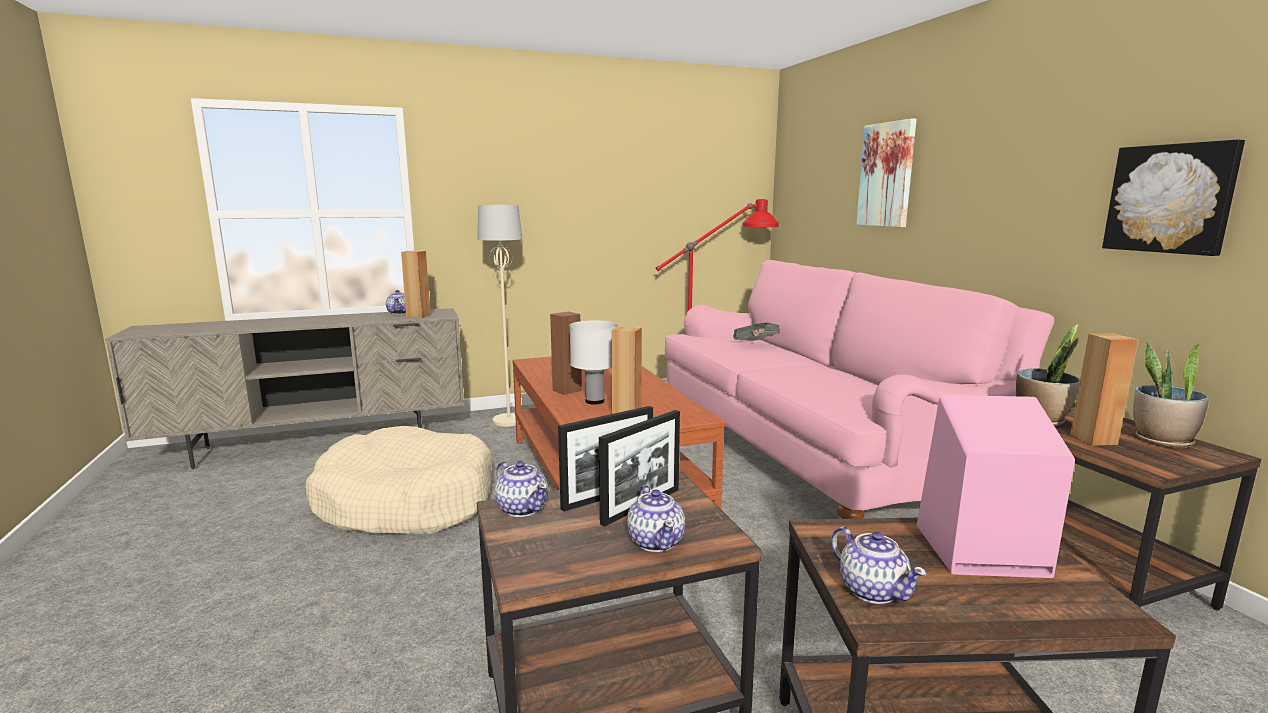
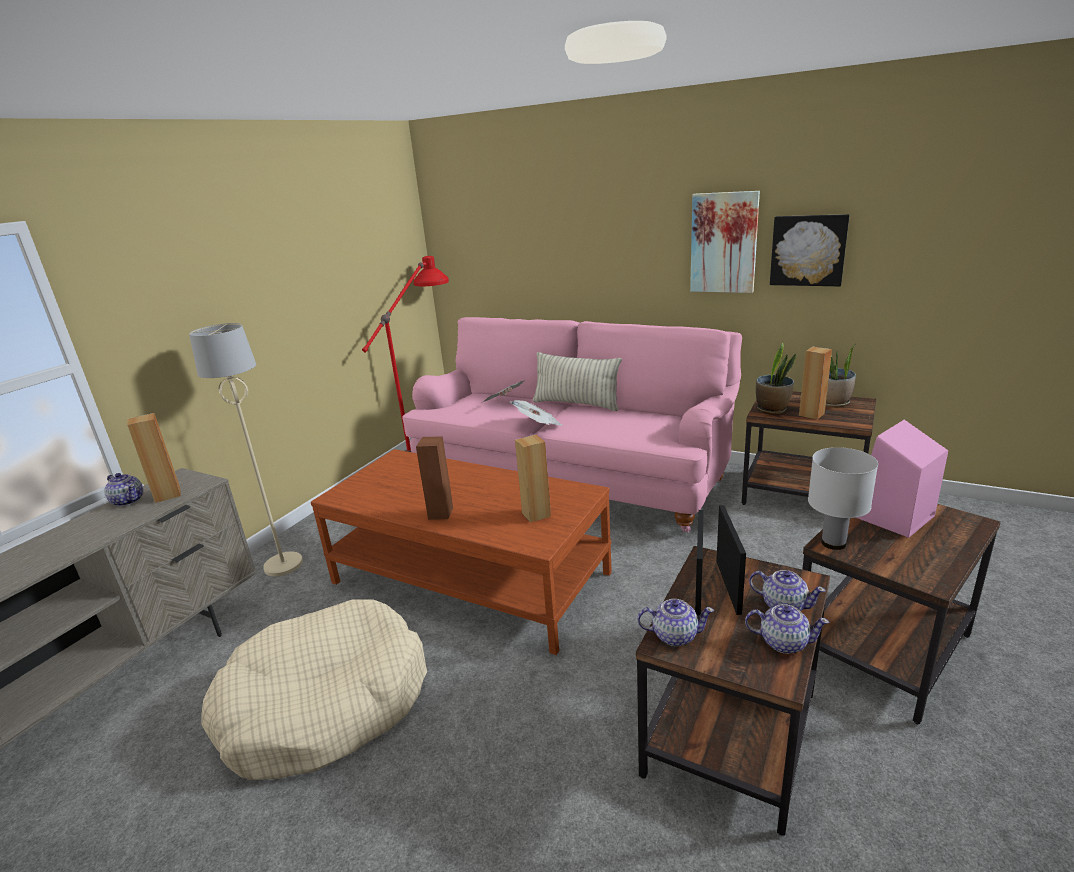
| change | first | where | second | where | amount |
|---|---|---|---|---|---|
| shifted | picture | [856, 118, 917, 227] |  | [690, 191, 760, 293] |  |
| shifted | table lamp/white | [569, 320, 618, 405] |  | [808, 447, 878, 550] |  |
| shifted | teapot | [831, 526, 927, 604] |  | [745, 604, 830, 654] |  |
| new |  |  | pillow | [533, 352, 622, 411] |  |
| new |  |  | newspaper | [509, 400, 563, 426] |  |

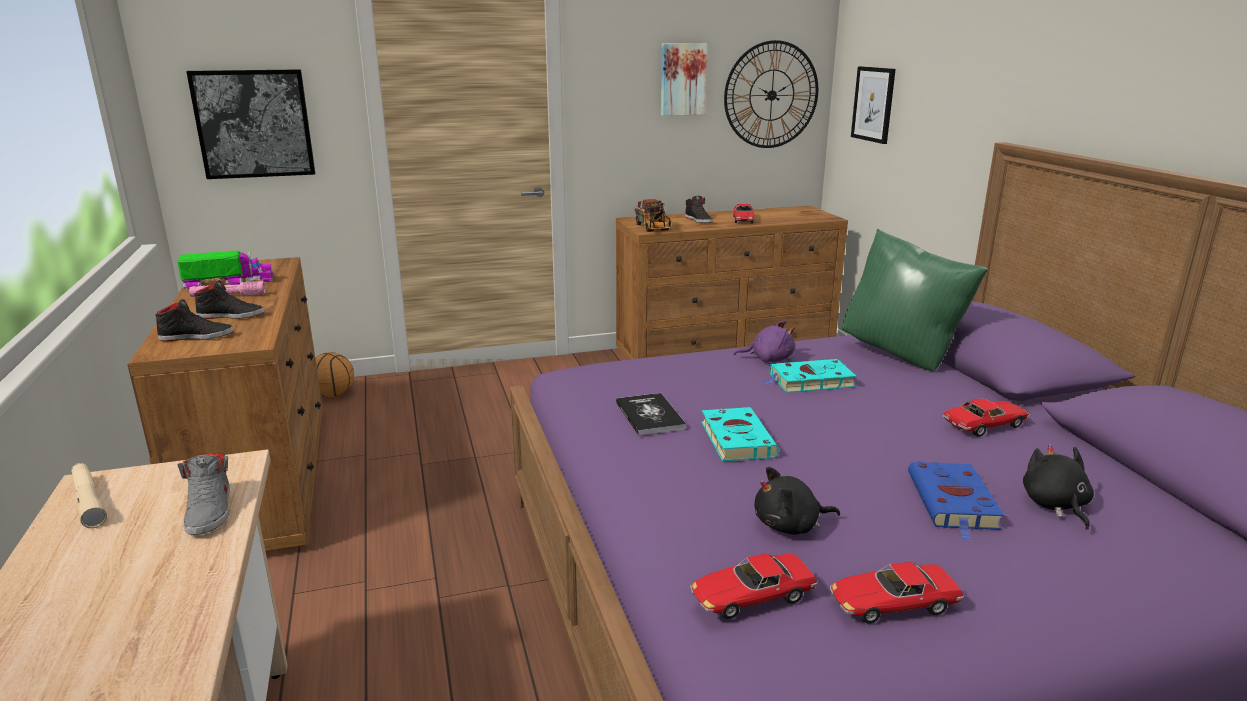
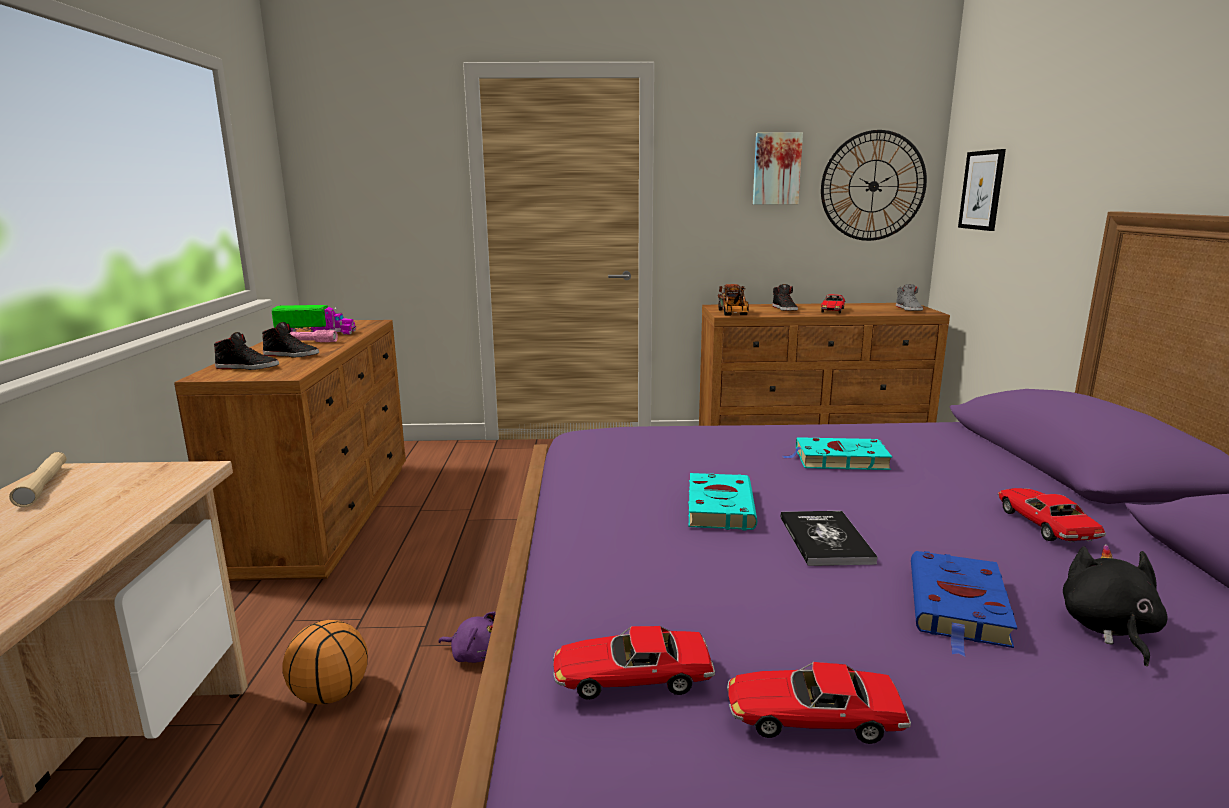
| change | first | where | second | where | amount |
|---|---|---|---|---|---|
| gone | picture | [186, 69, 315, 179] |  |  |  |
| gone | pillow/green | [842, 229, 988, 371] |  |  |  |
| shifted | plush toy/purple | [734, 320, 795, 362] |  | [439, 611, 496, 663] |  |
| shifted | basketball | [315, 352, 354, 397] |  | [282, 620, 368, 705] |  |
| shifted | book | [616, 393, 686, 436] |  | [780, 511, 878, 566] |  |
| rotated | toy car | [943, 398, 1030, 437] |  | [998, 488, 1106, 543] | 90 degrees counterclockwise |
| shifted | shoe/grey | [177, 453, 230, 535] |  | [896, 284, 923, 311] |  |
| gone | plush toy/black | [754, 467, 840, 535] |  |  |  |

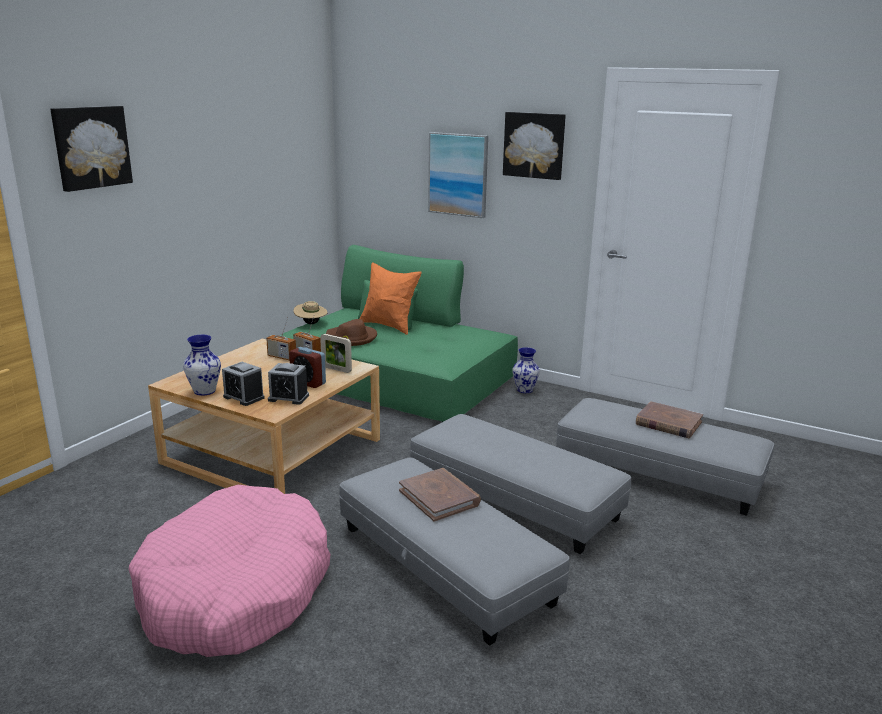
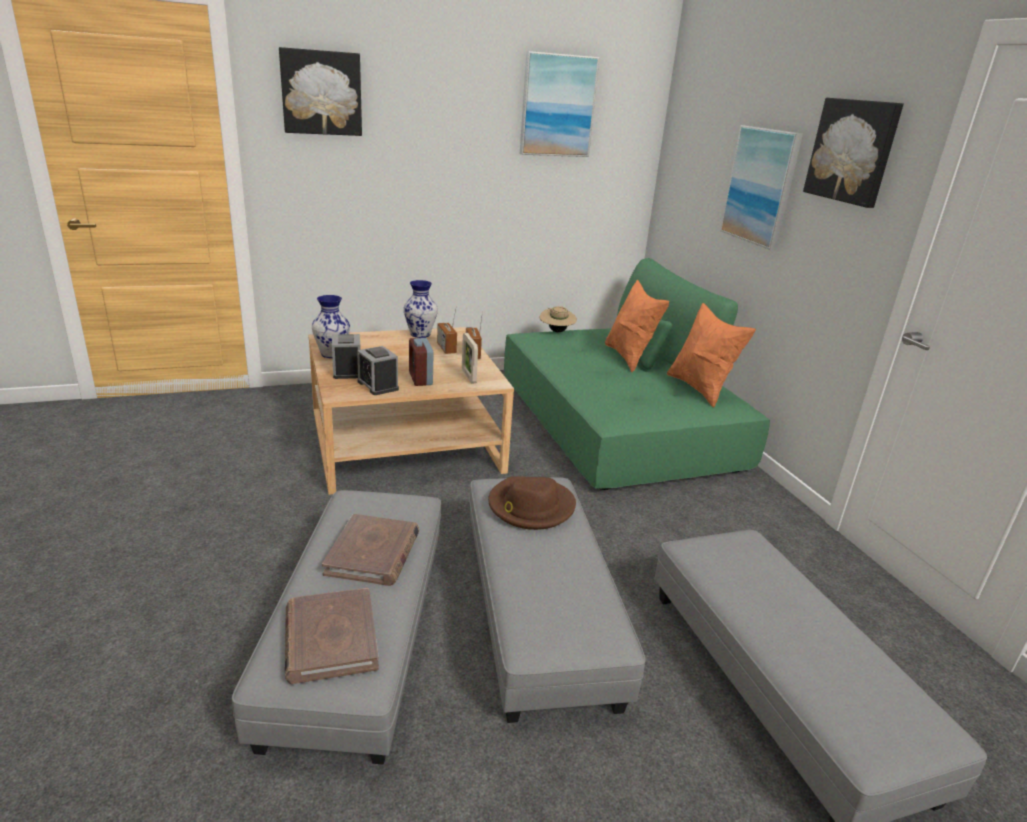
| change | first | where | second | where | amount |
|---|---|---|---|---|---|
| shifted | hat/brown | [326, 319, 377, 346] |  | [488, 476, 576, 530] |  |
| shifted | vase | [512, 347, 540, 393] |  | [404, 280, 438, 338] |  |
| shifted | book/brown | [636, 401, 703, 438] |  | [285, 588, 379, 684] |  |
| gone | dog bed/pink | [129, 485, 330, 657] |  |  |  |
| new |  |  | picture | [520, 51, 600, 157] |  |
| new |  |  | pillow/orange | [667, 303, 756, 408] |  |

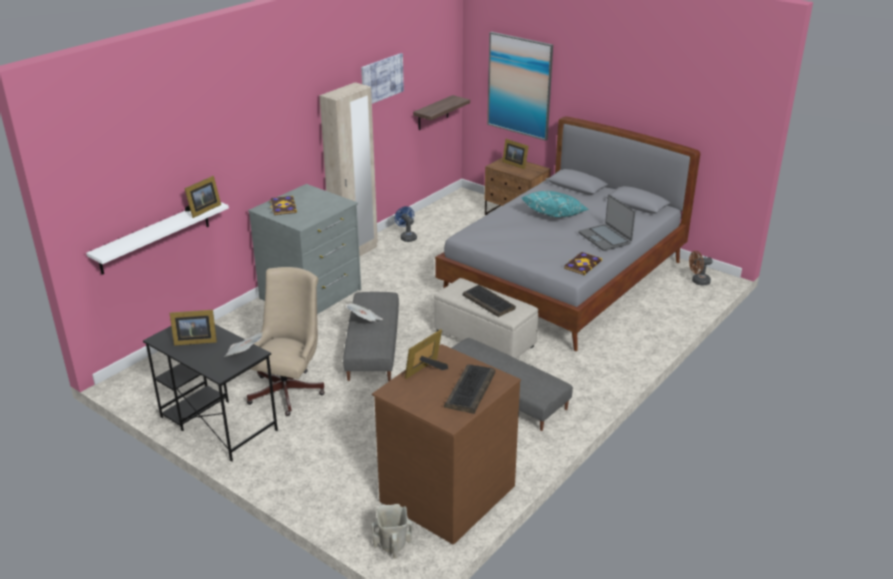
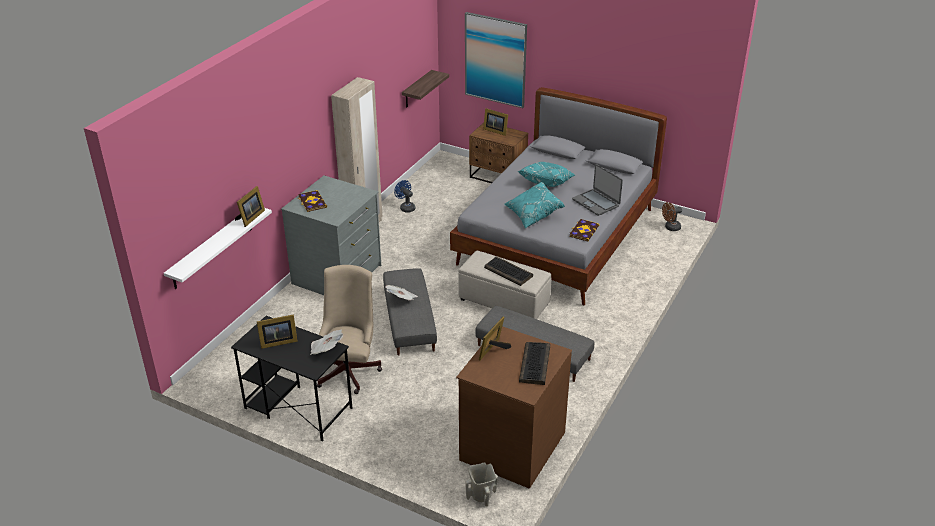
| change | first | where | second | where | amount |
|---|---|---|---|---|---|
| gone | picture | [361, 53, 404, 104] |  |  |  |
| new |  |  | pillow/turquoise | [505, 182, 565, 228] |  |

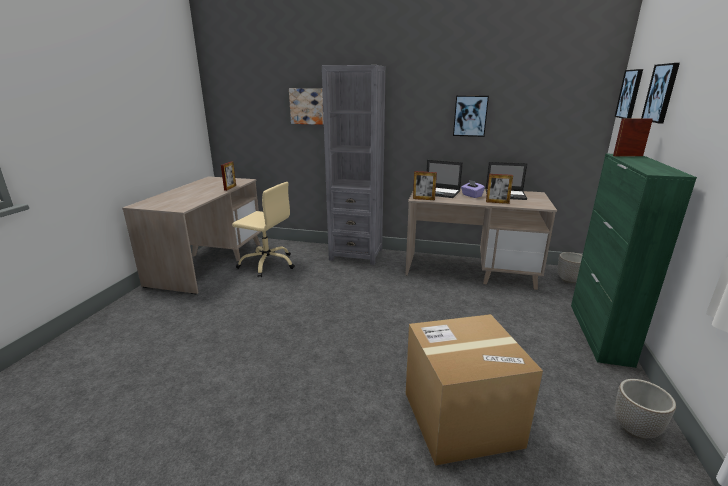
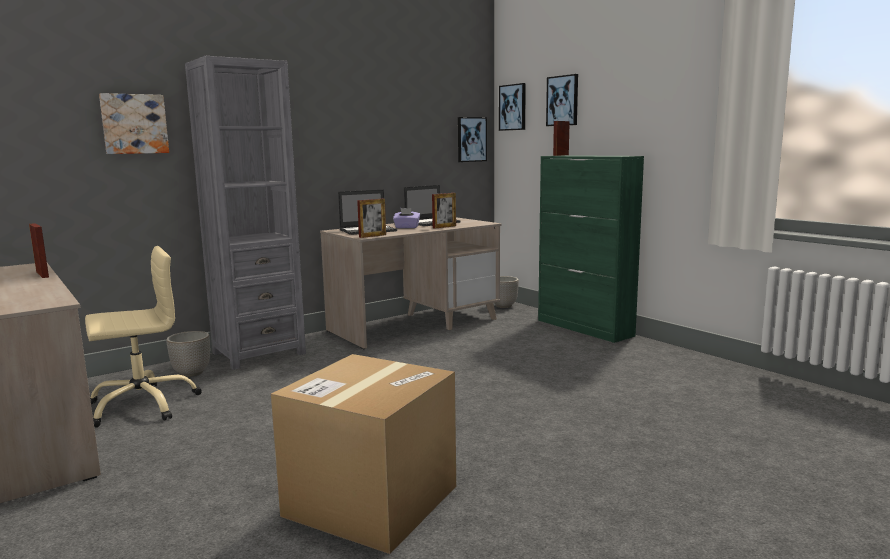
| change | first | where | second | where | amount |
|---|---|---|---|---|---|
| shifted | picture | [453, 95, 489, 137] |  | [458, 117, 487, 162] |  |
| shifted | cardboard box | [406, 314, 543, 466] |  | [271, 354, 456, 554] |  |
| shifted | planter | [615, 379, 676, 439] |  | [166, 331, 210, 377] |  |

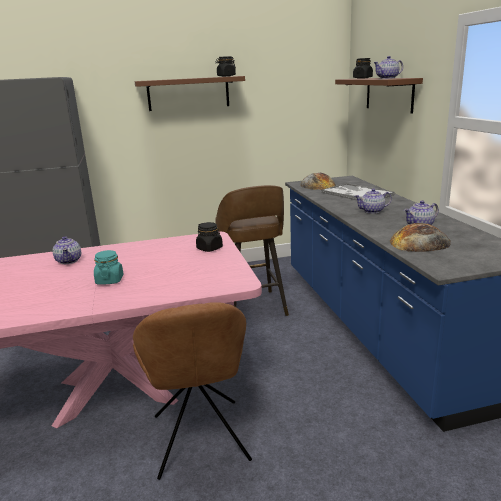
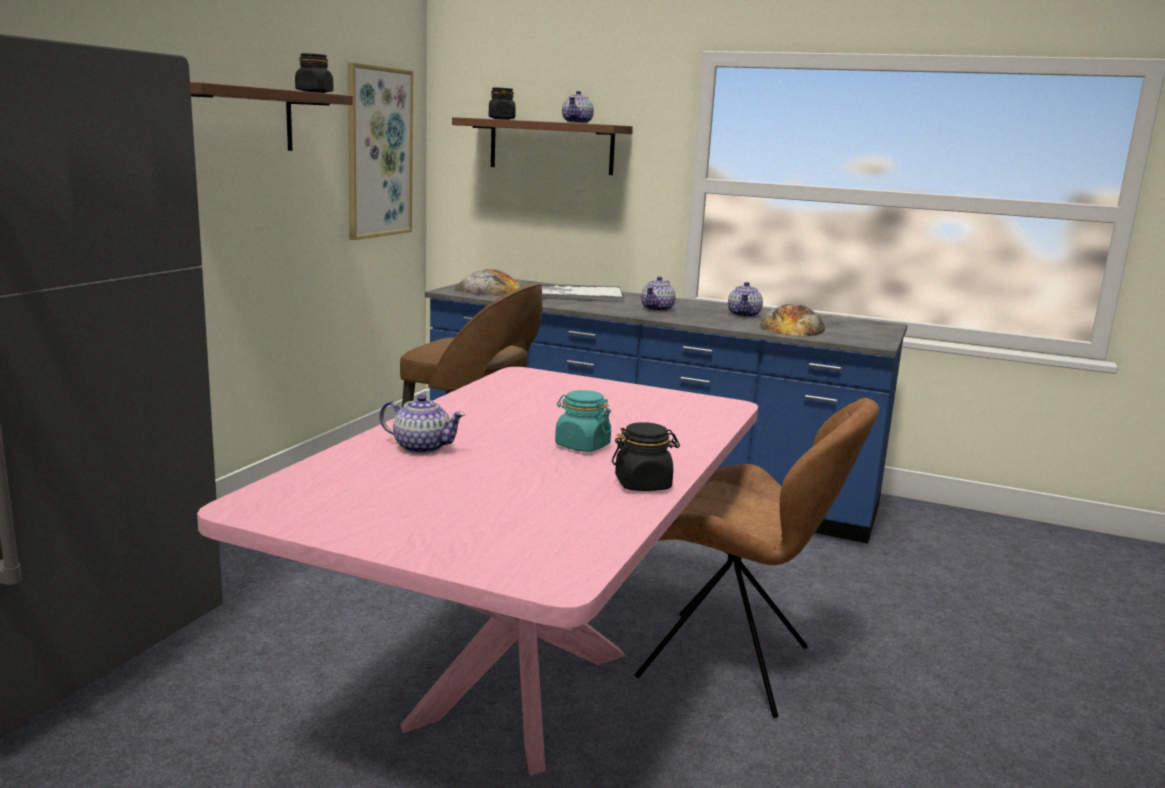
| change | first | where | second | where | amount |
|---|---|---|---|---|---|
| shifted | jar/black | [196, 222, 223, 252] |  | [612, 422, 680, 491] |  |
| new |  |  | picture | [348, 62, 413, 240] |  |

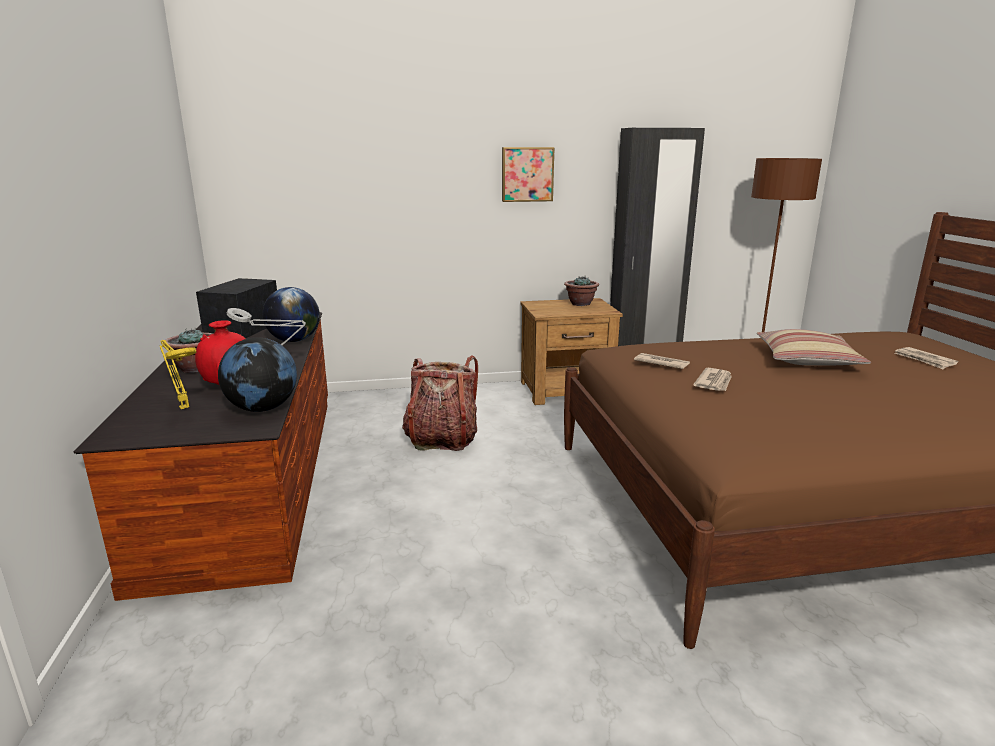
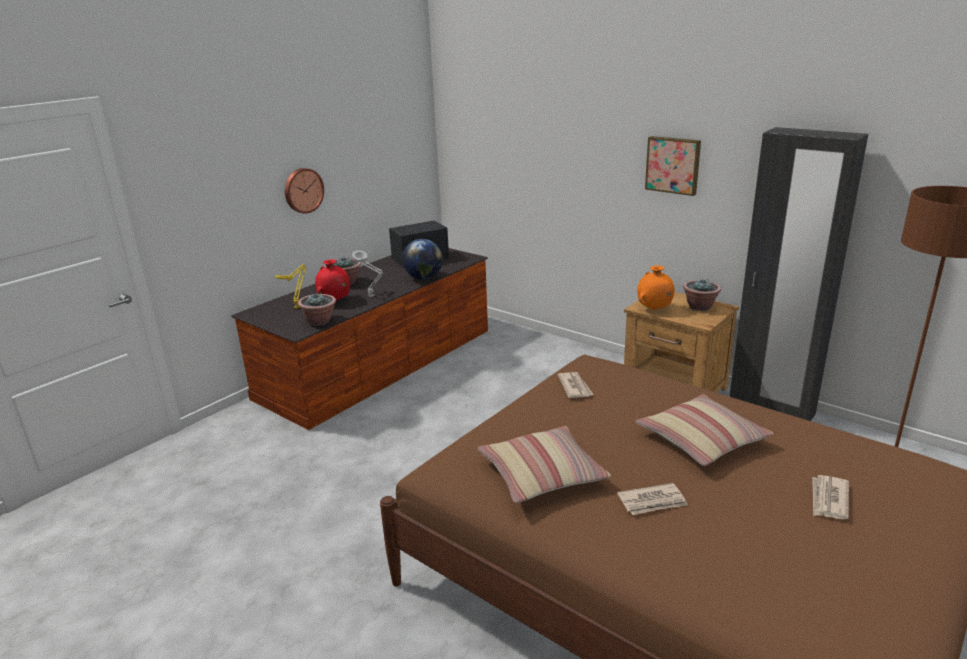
| change | first | where | second | where | amount |
|---|---|---|---|---|---|
| swapped | globe | [218, 337, 297, 412] | potted plant | [298, 294, 336, 326] |  |
| gone | backpack | [402, 355, 478, 451] |  |  |  |
| shifted | newspaper | [693, 368, 732, 391] |  | [617, 483, 688, 515] |  |
| new |  |  | wall clock | [285, 168, 324, 214] |  |
| new |  |  | vase/orange | [637, 266, 675, 310] |  |
| new |  |  | pillow | [478, 426, 611, 503] |  |

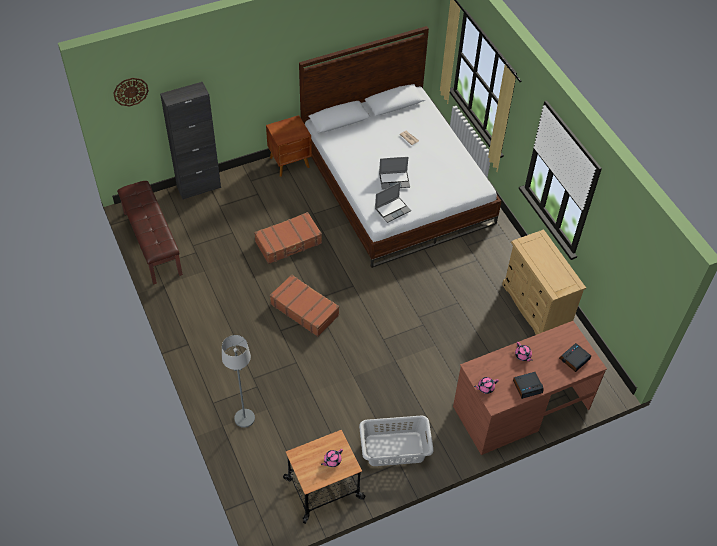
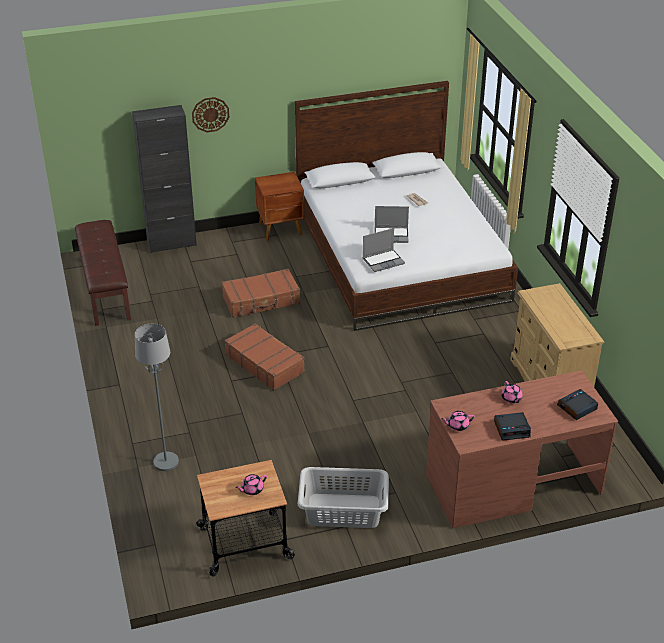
| change | first | where | second | where | amount |
|---|---|---|---|---|---|
| shifted | wall clock | [113, 78, 149, 107] |  | [192, 97, 229, 132] |  |

